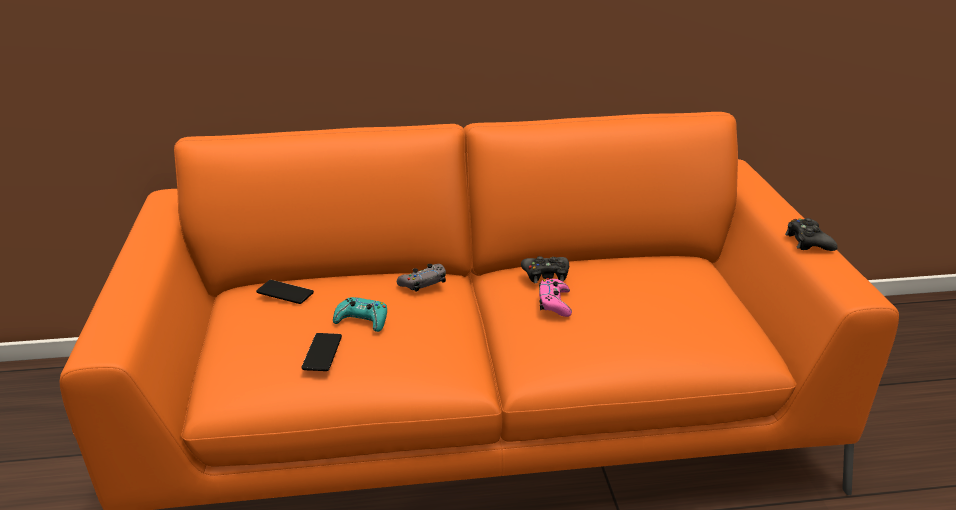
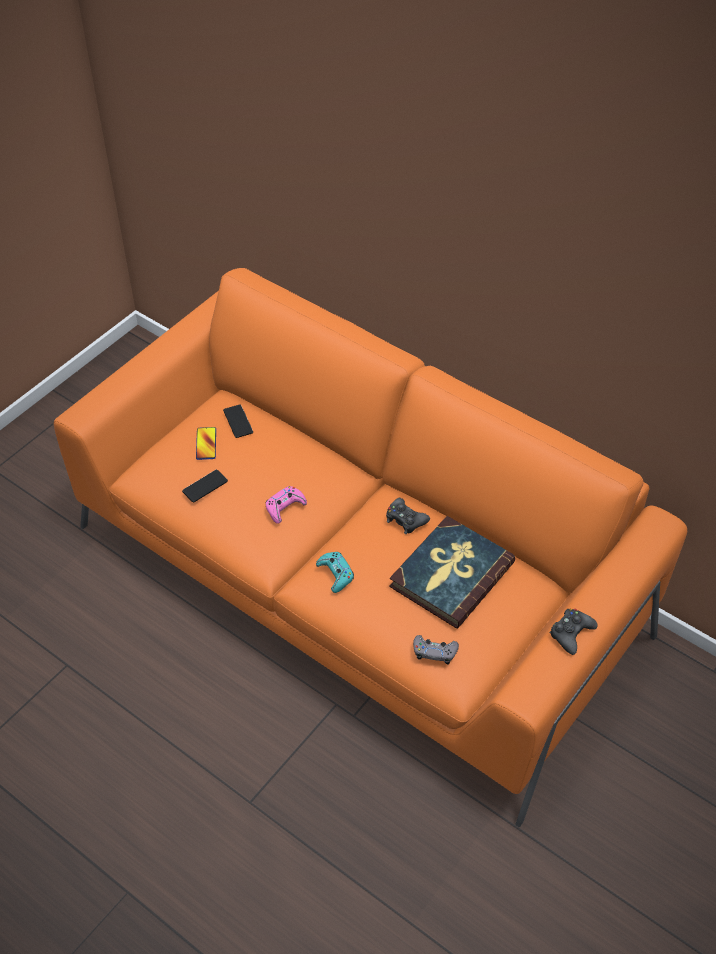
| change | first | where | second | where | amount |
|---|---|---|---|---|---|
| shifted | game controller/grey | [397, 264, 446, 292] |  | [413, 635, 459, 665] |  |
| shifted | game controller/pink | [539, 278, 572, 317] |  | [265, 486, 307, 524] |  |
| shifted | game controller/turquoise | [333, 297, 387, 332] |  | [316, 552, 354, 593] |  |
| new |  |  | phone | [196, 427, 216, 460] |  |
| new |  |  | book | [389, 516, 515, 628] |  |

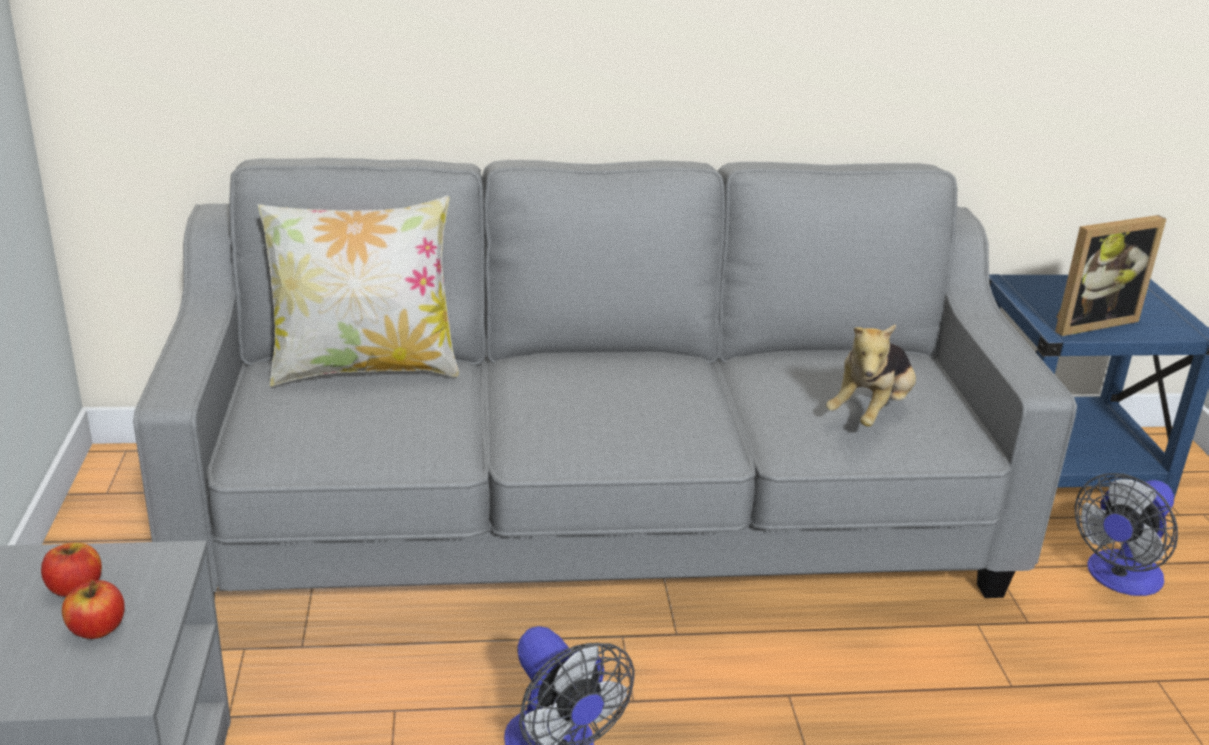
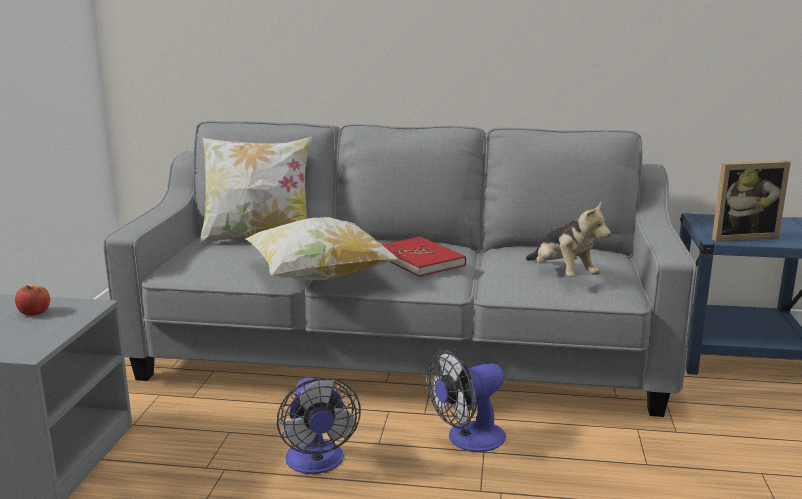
| change | first | where | second | where | amount |
|---|---|---|---|---|---|
| rotated | plush toy | [826, 324, 916, 427] |  | [526, 202, 611, 277] | 75 degrees counterclockwise |
| shifted | fan | [1075, 473, 1178, 596] |  | [427, 350, 506, 452] |  |
| gone | apple | [62, 580, 125, 639] |  |  |  |
| new |  |  | pillow | [245, 217, 399, 280] |  |
| new |  |  | book/red | [381, 237, 466, 277] |  |

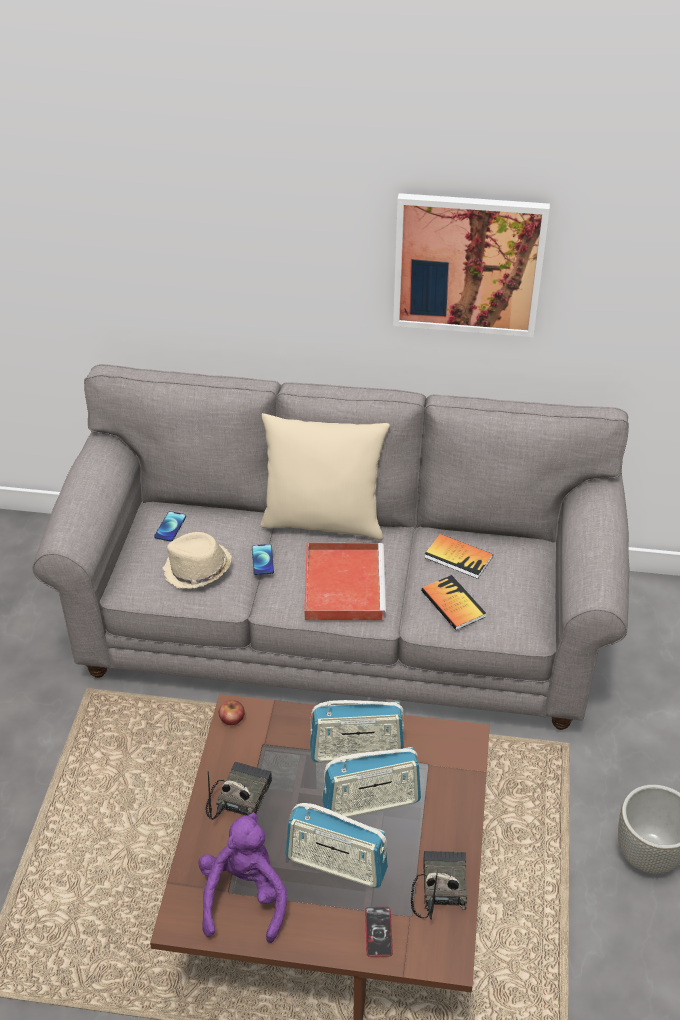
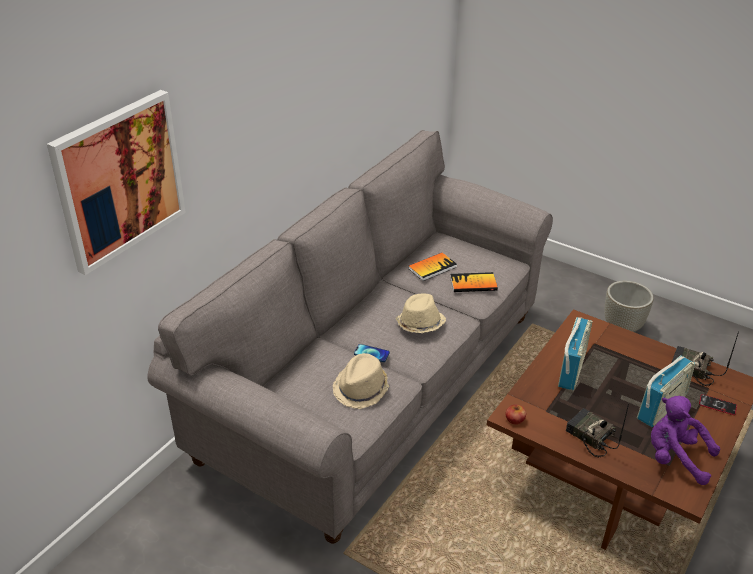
| change | first | where | second | where | amount |
|---|---|---|---|---|---|
| shifted | picture | [393, 193, 550, 337] |  | [47, 90, 186, 275] |  |
| gone | pillow/beige | [260, 413, 390, 540] |  |  |  |
| gone | phone | [154, 511, 186, 542] |  |  |  |
| swapped | tray/red | [304, 543, 386, 620] | hat/beige | [396, 293, 446, 333] |  |
| gone | radio | [322, 747, 421, 818] |  |  |  |

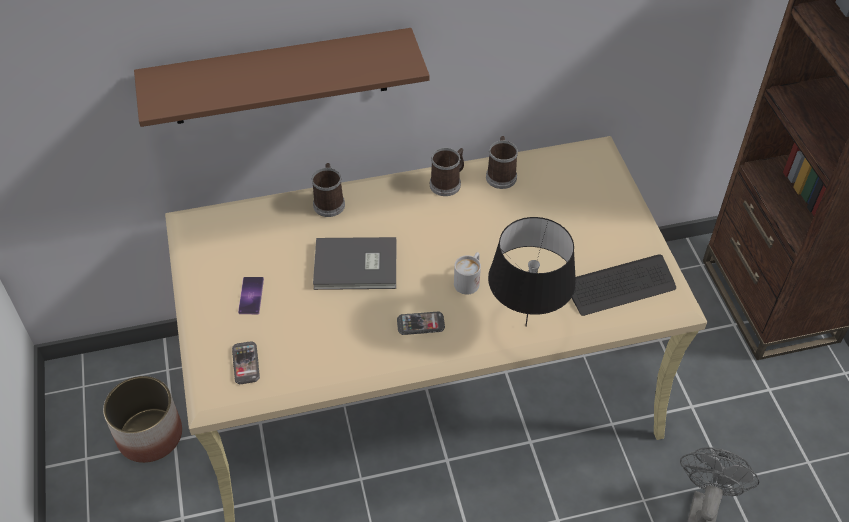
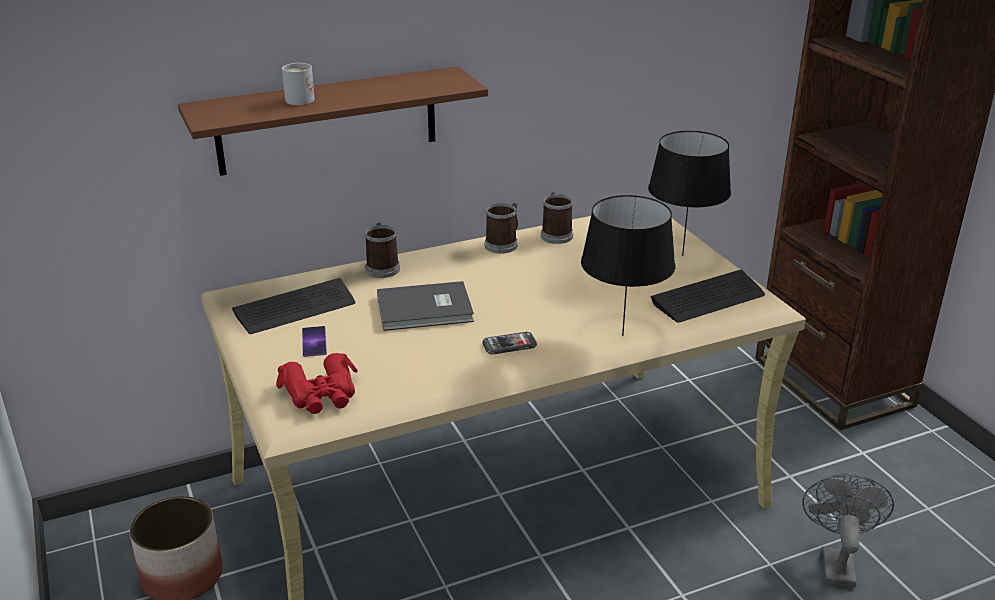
| change | first | where | second | where | amount |
|---|---|---|---|---|---|
| shifted | mug/white | [454, 252, 481, 295] |  | [282, 63, 315, 105] |  |
| swapped | phone | [232, 341, 260, 384] | binoculars/red | [276, 353, 358, 414] |  |
| new |  |  | table lamp/black | [648, 131, 731, 256] |  |
| new |  |  | keyboard | [232, 278, 355, 334] |  |

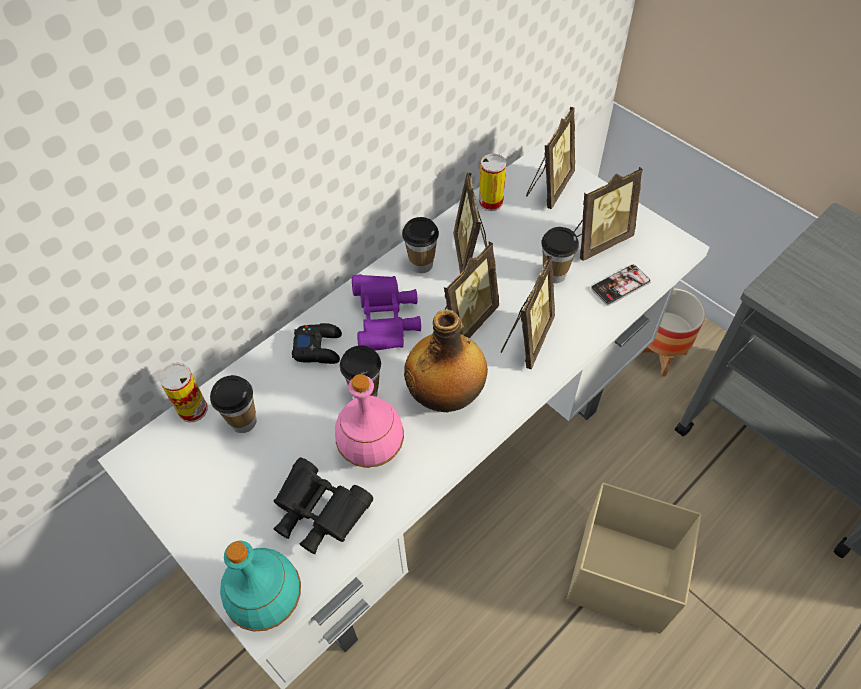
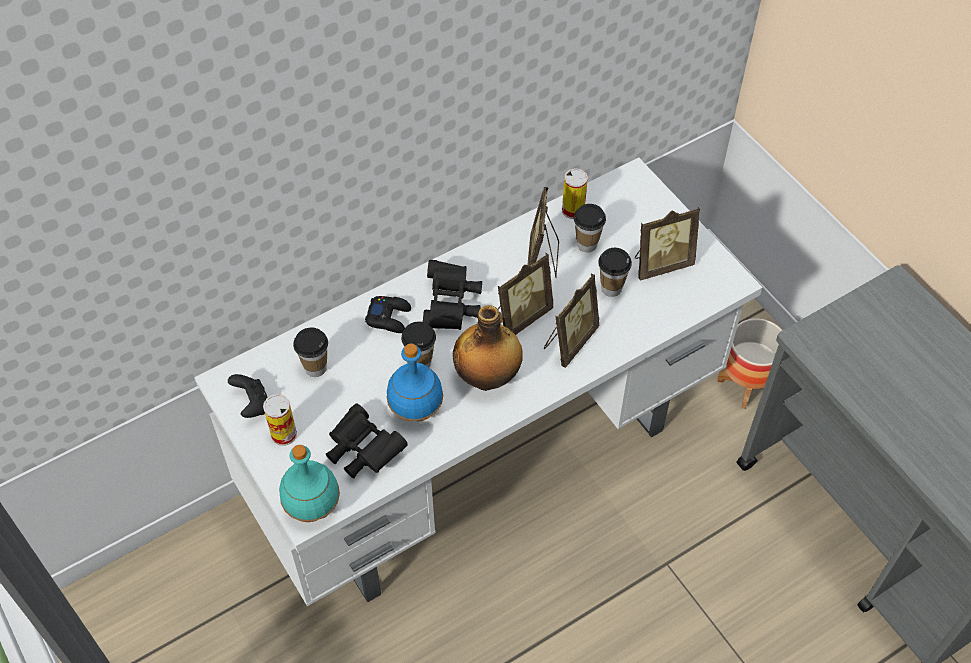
| change | first | where | second | where | amount |
|---|---|---|---|---|---|
| gone | picture frame | [526, 107, 575, 209] |  |  |  |
| shifted | cup | [402, 217, 439, 273] |  | [574, 204, 606, 253] |  |
| gone | phone | [591, 264, 651, 305] |  |  |  |
| repainted | binoculars/purple | [352, 274, 421, 351] | binoculars/black | [423, 260, 482, 330] |  |
| shifted | can | [159, 363, 208, 423] |  | [263, 394, 297, 446] |  |
| repainted | bottle/pink | [335, 374, 404, 468] | bottle/blue | [387, 344, 443, 421] |  |
| gone | storage box/beige | [567, 482, 702, 634] |  |  |  |
| new |  |  | game controller/black | [228, 374, 268, 418] |  |

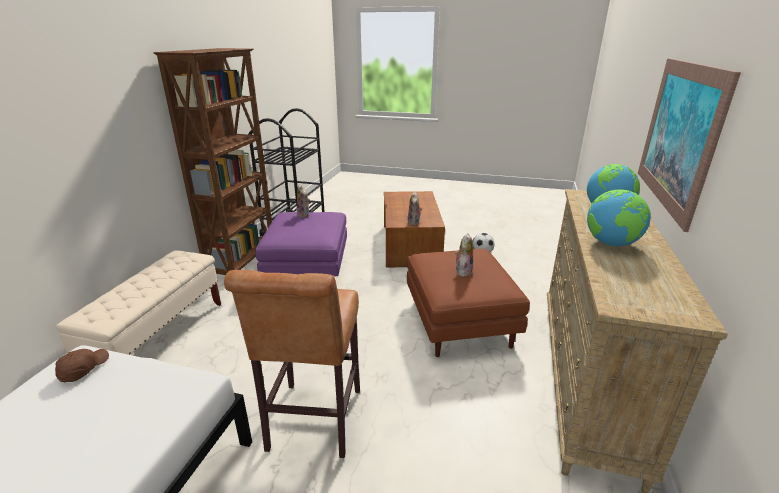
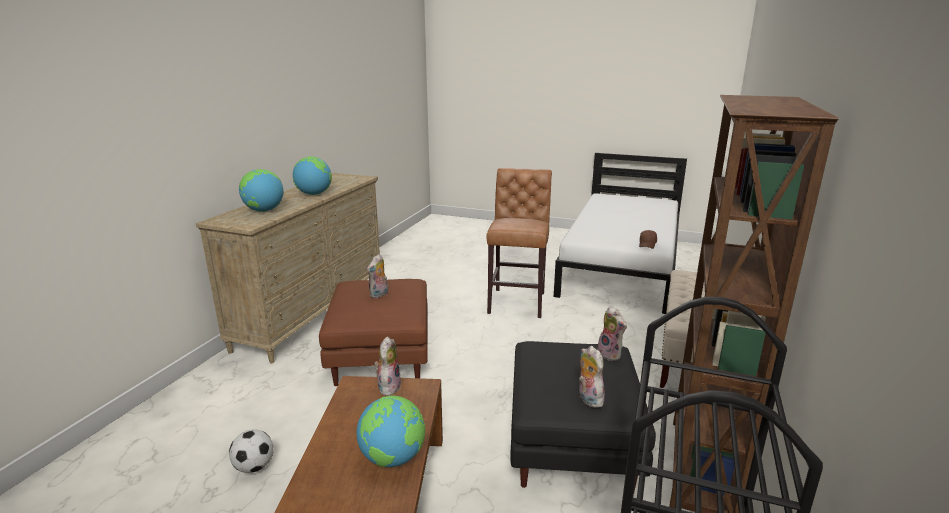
| change | first | where | second | where | amount |
|---|---|---|---|---|---|
| gone | picture | [638, 58, 741, 232] |  |  |  |
| repainted | ottoman/purple | [255, 212, 347, 276] | ottoman/black | [511, 341, 656, 491] |  |
| new |  |  | plush toy | [597, 306, 627, 361] |  |
| new |  |  | globe | [356, 396, 425, 467] |  |

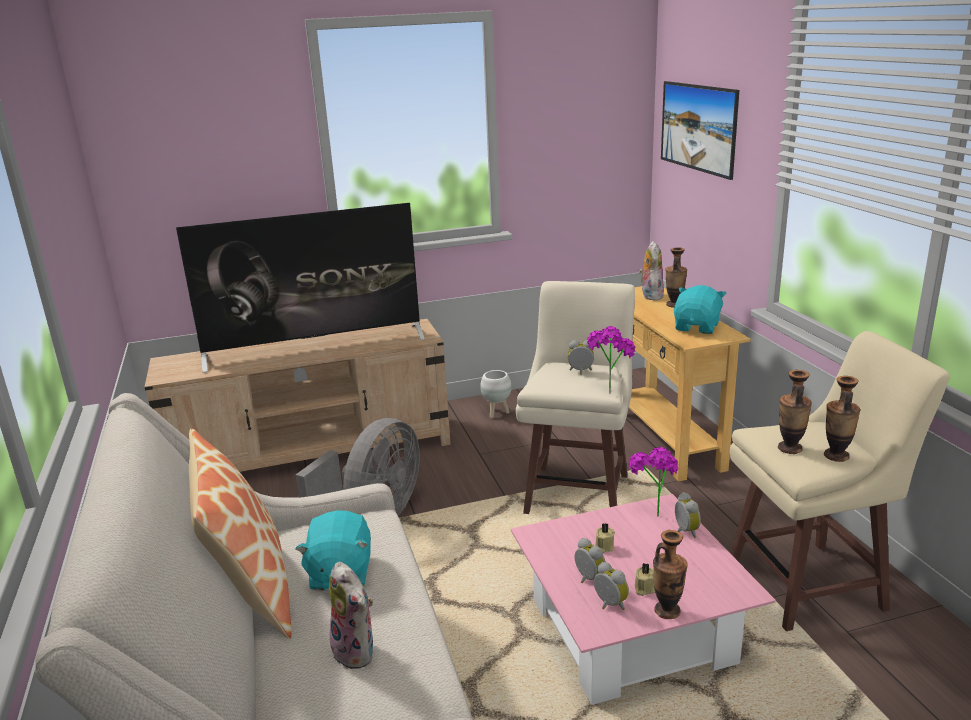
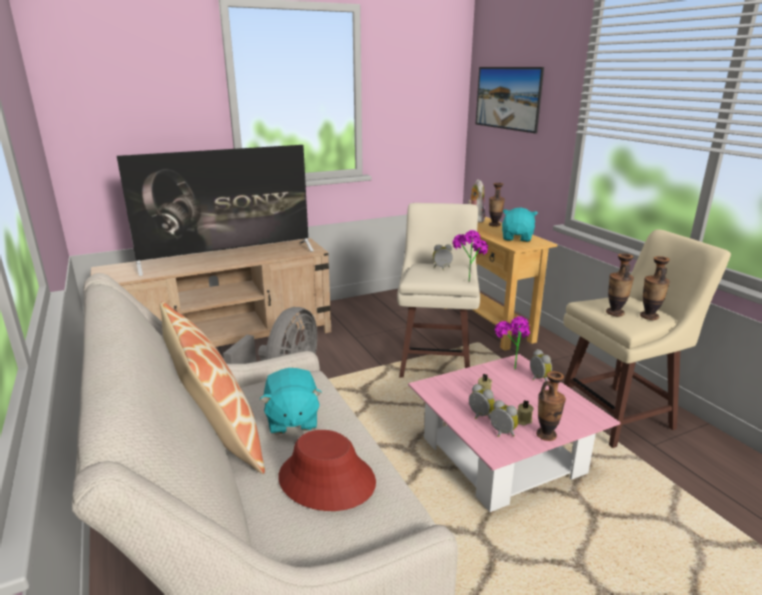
| change | first | where | second | where | amount |
|---|---|---|---|---|---|
| gone | planter/white | [480, 370, 512, 418] |  |  |  |
| swapped | plush toy | [329, 562, 373, 670] | hat/red | [278, 430, 376, 511] |  |

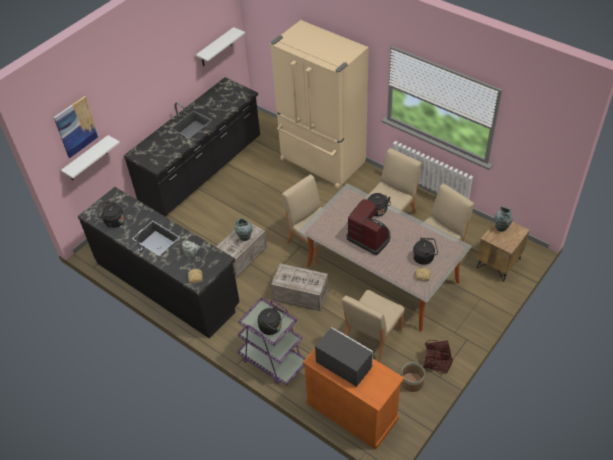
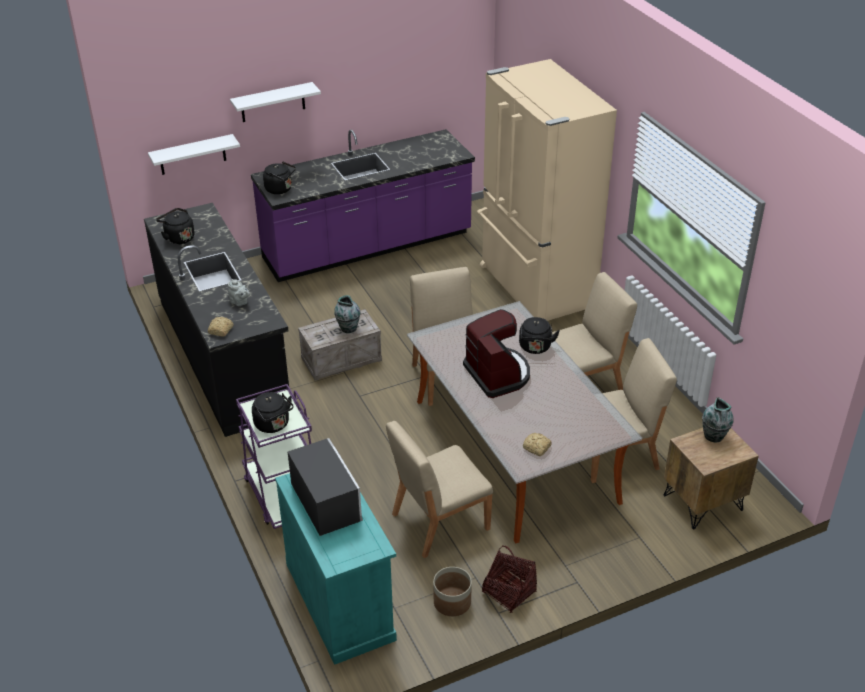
| change | first | where | second | where | amount |
|---|---|---|---|---|---|
| shifted | shelf/white | [196, 27, 245, 66] |  | [230, 82, 321, 122] |  |
| repainted | counter/black | [124, 77, 260, 216] | counter/purple | [251, 129, 475, 282] |  |
| gone | picture | [54, 96, 99, 158] |  |  |  |
| shifted | kettle/black | [413, 238, 438, 265] |  | [263, 161, 296, 194] |  |
| gone | crate | [271, 263, 328, 312] |  |  |  |
| repainted | cabinet/orange | [303, 349, 404, 449] | cabinet/turquoise | [275, 473, 397, 665] |  |

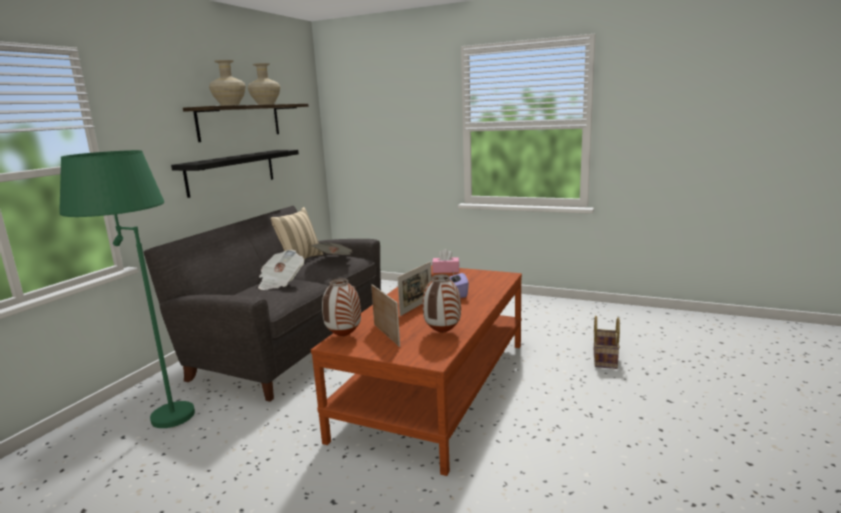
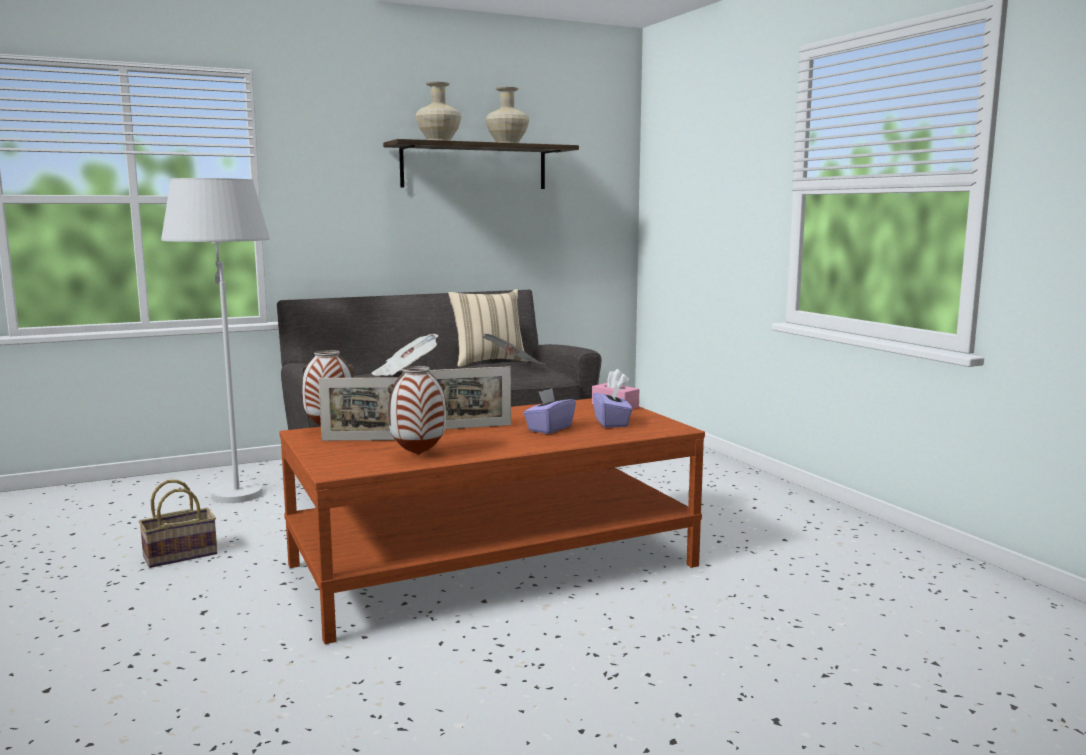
| change | first | where | second | where | amount |
|---|---|---|---|---|---|
| repainted | floor lamp/green | [59, 150, 195, 428] | floor lamp/white | [161, 178, 270, 503] |  |
| gone | shelf/black | [171, 150, 299, 198] |  |  |  |
| rotated | picture frame | [371, 284, 400, 347] |  | [318, 378, 397, 441] | 75 degrees clockwise |
| shifted | basket | [594, 316, 620, 369] |  | [139, 480, 217, 568] |  |
| new |  |  | tissue box/purple | [593, 385, 632, 428] |  |

